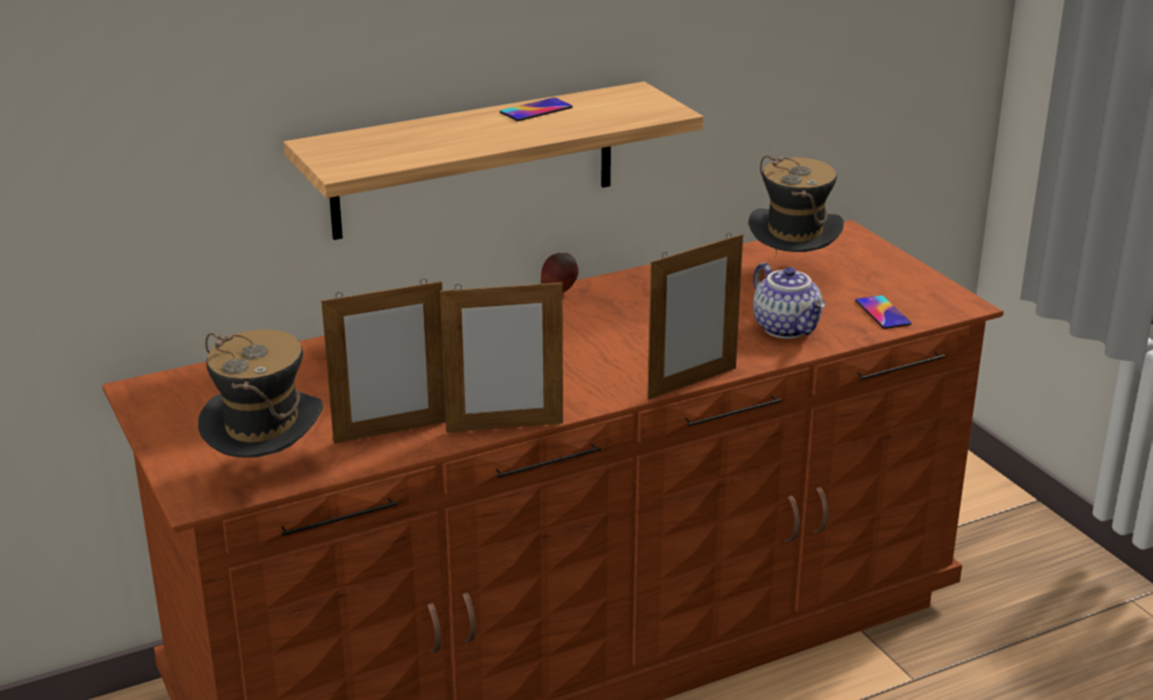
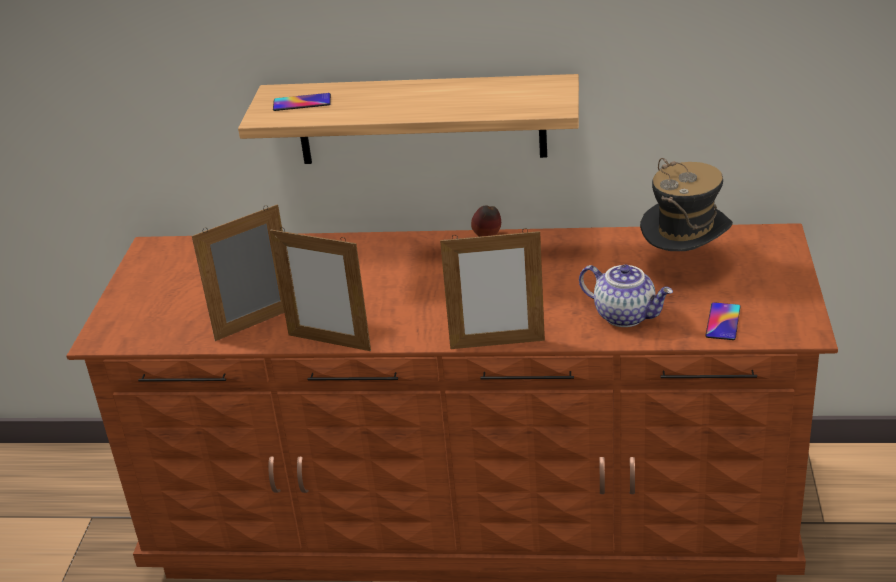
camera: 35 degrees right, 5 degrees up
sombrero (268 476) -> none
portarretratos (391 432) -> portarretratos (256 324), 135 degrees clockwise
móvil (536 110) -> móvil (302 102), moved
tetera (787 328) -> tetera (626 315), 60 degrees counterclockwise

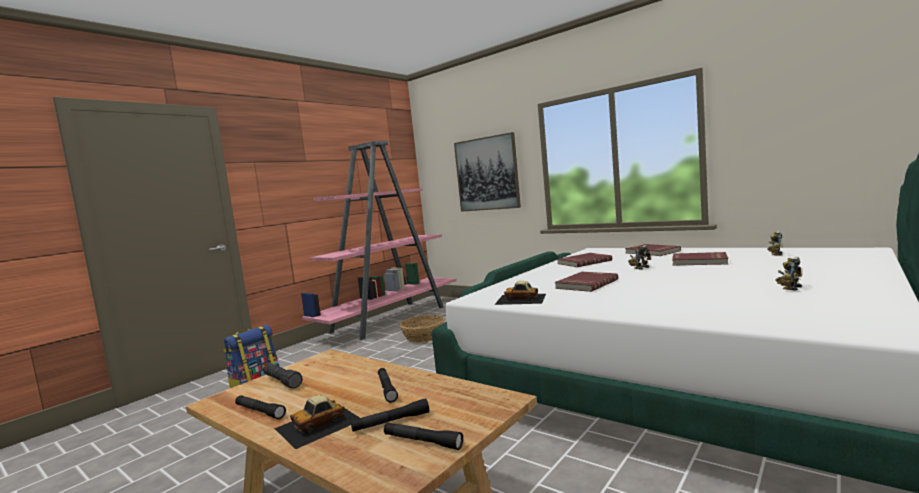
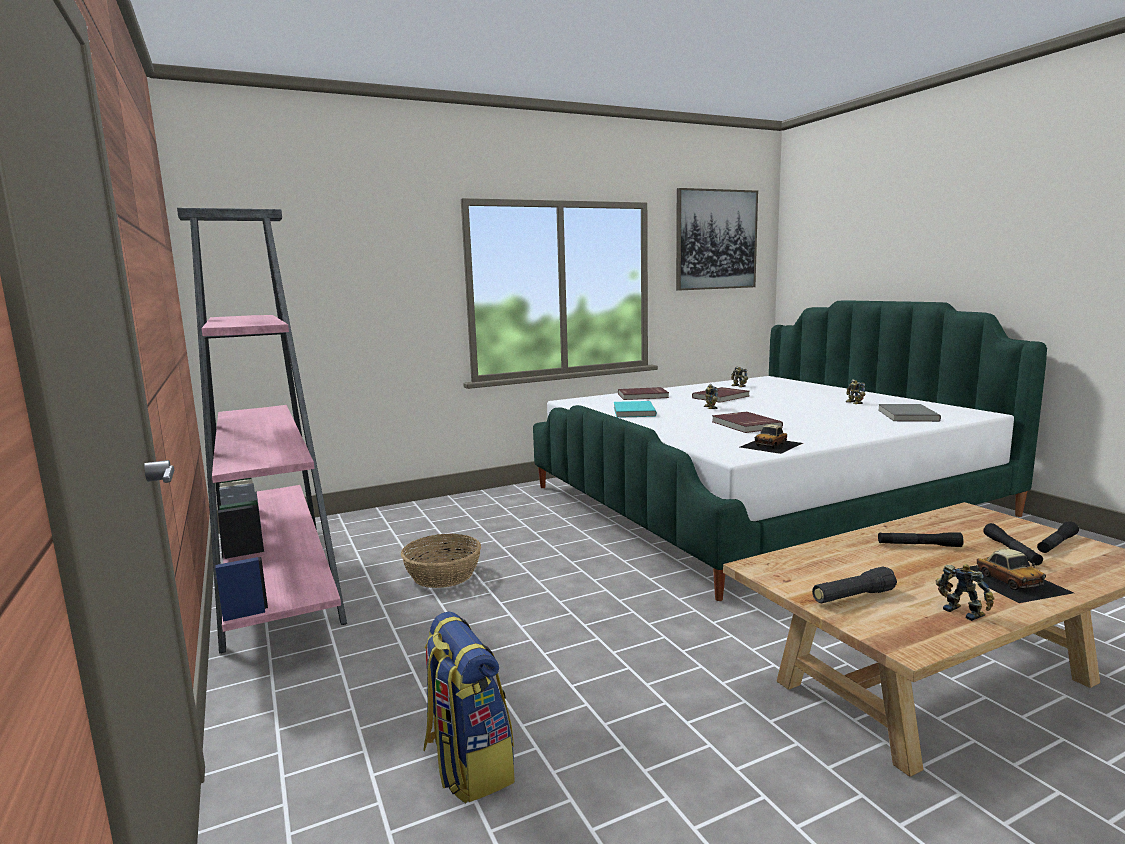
camera: 65 degrees left, 5 degrees up
linterna/negro (260 412) -> robot de juguete (964 611)
cuadro (487 174) -> cuadro (716 240), moved
libro/rojo (583 262) -> libro/turquesa (633 412)
none -> libro/gris (906 415)

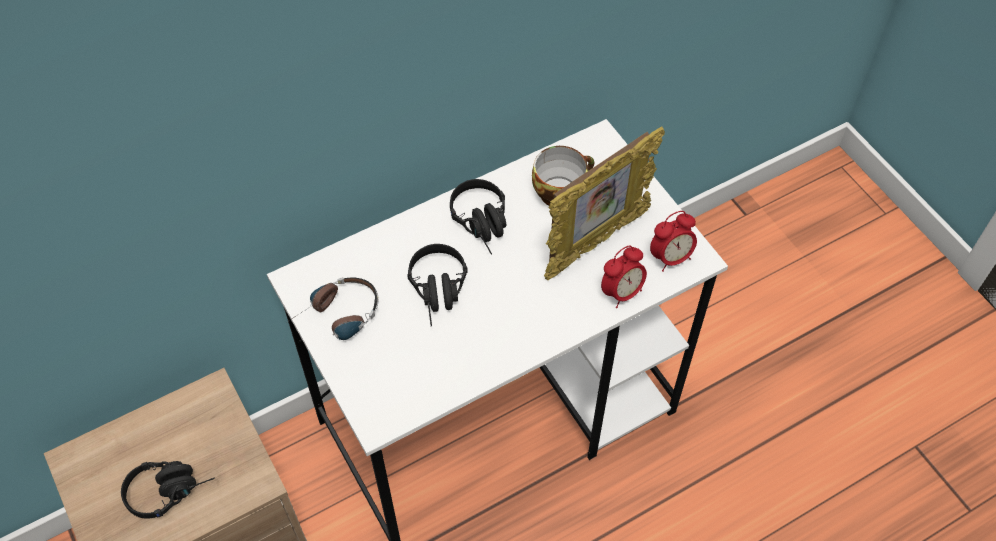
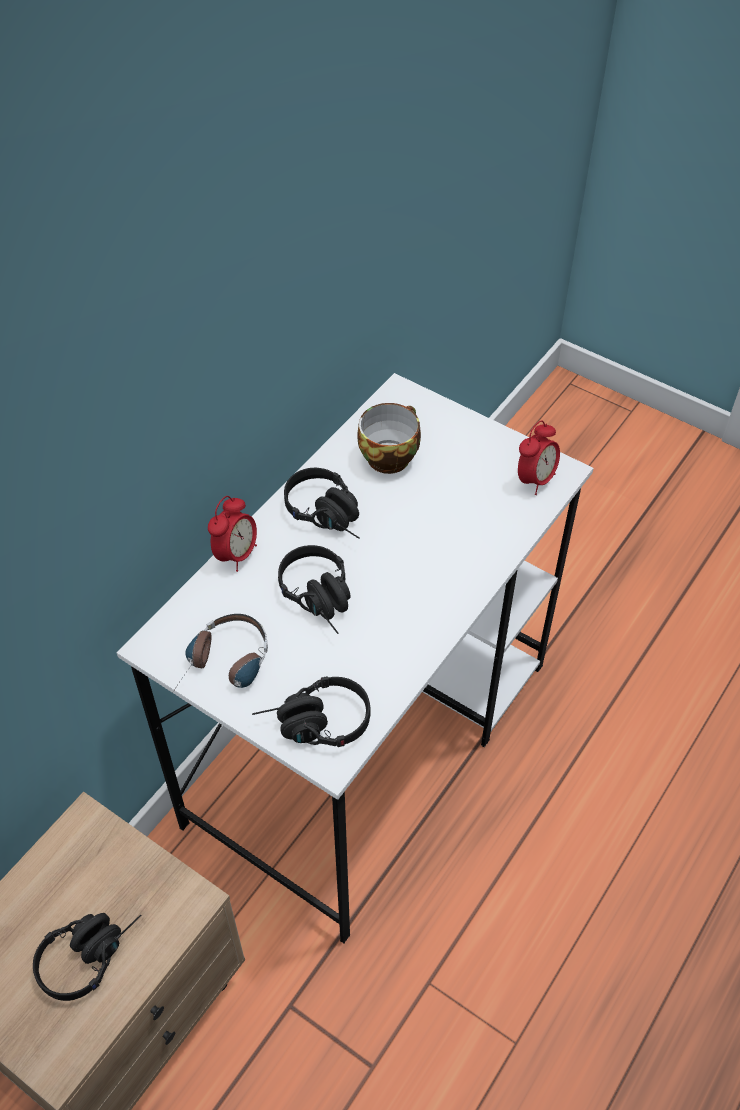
camera: 25 degrees left, 5 degrees down
portarretratos (595 243) -> none
despertador (621 292) -> despertador (236 554), moved
none -> auriculares/negro (313 725)

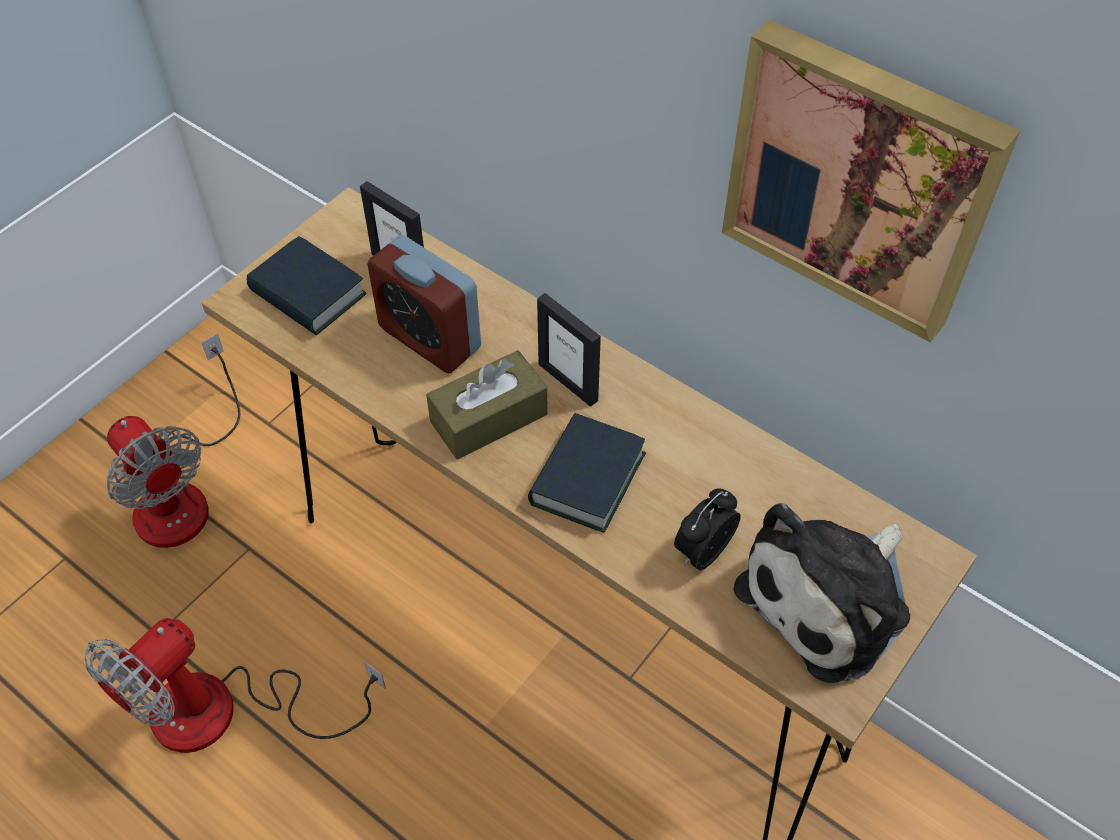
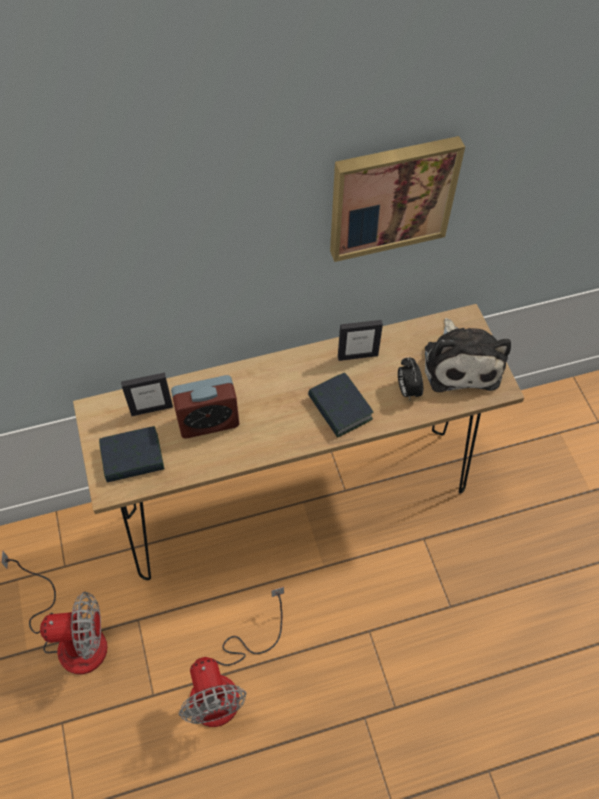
camera: 55 degrees left, 5 degrees up
caja de pañuelos/marrón (489 418) -> none
portarretratos (568 382) -> portarretratos (357 355), moved

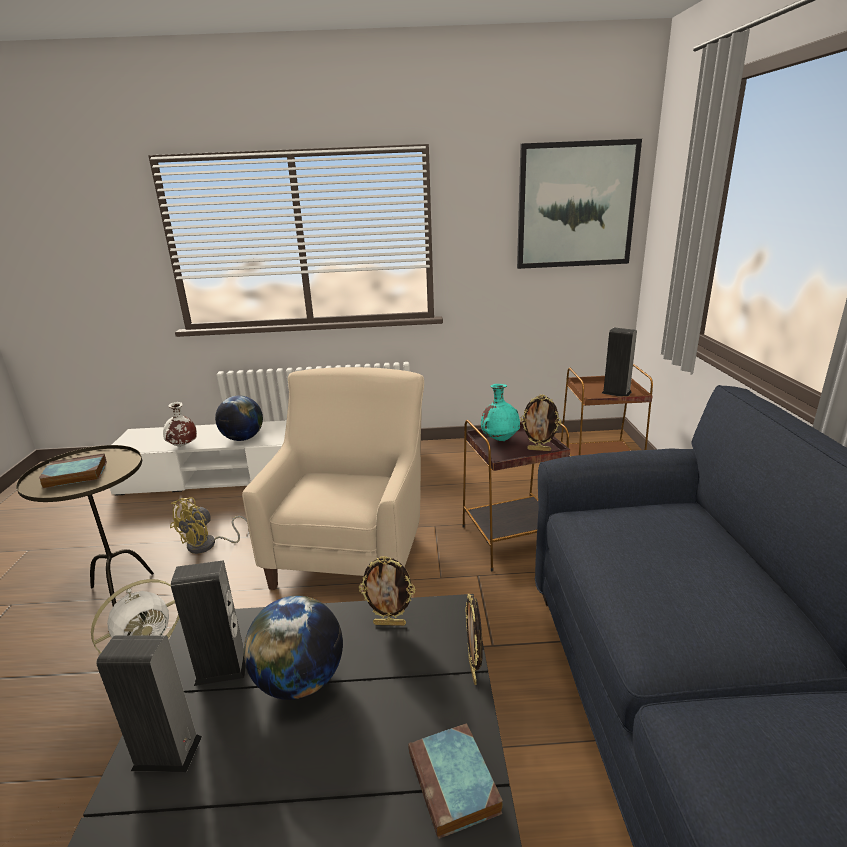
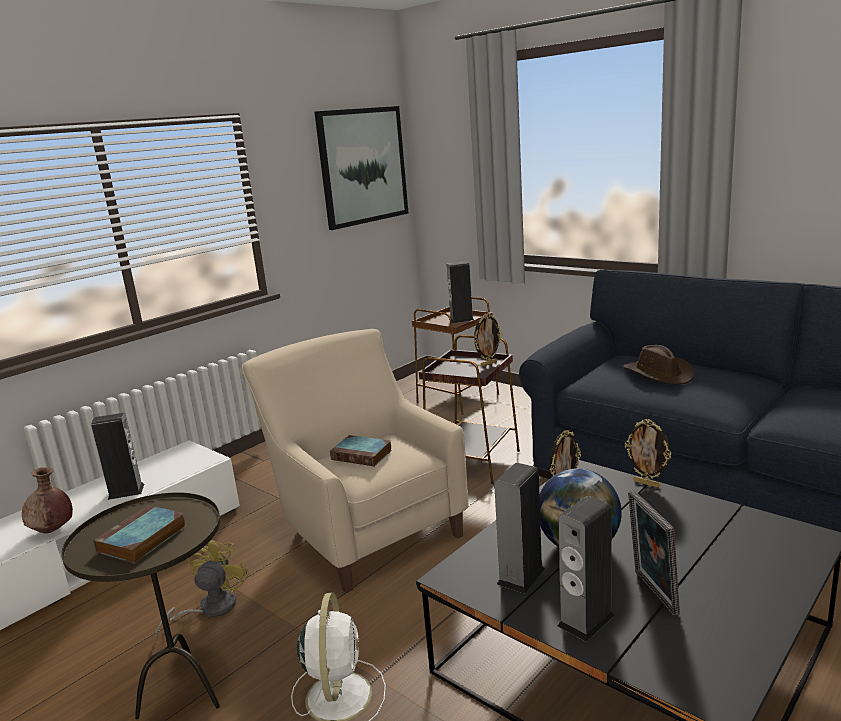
camera: 45 degrees left, 5 degrees down
florero/blanco (182 446) -> florero/marrón (53 531)
ventilador/amarillo (208 545) -> ventilador/amarillo (210 609), 150 degrees counterclockwise
globo terráqueo (243 438) -> altavoz (126 491)
libro (455 784) -> libro (363 455), moved
florero/turquesa (500 439) -> none
none -> sombrero/marrón (659 374)
none -> portarretratos (652 593)

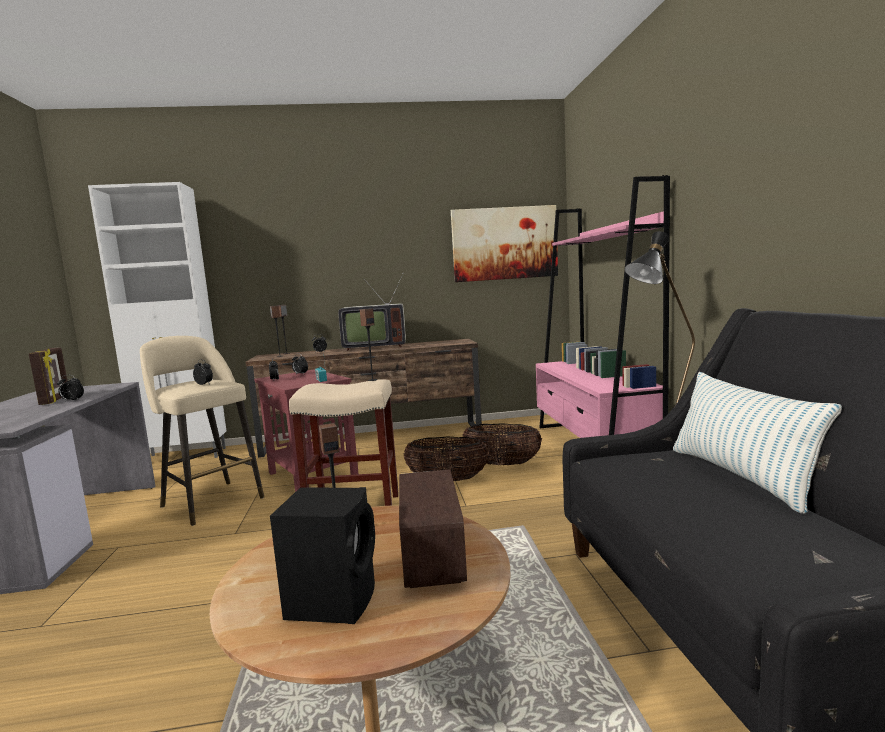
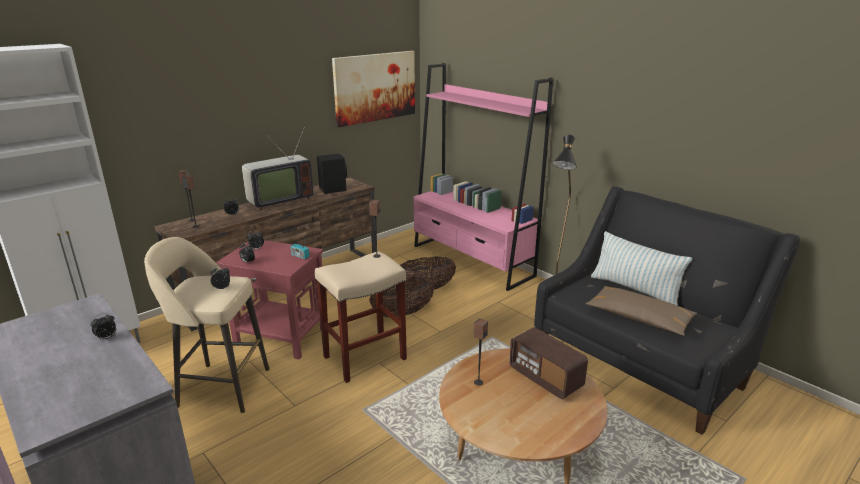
camera: 35 degrees left, 15 degrees up
portarretratos (56 400) -> none
altavoz/negro (334 599) -> altavoz/negro (333 189), moved
none -> cojín/marrón (639 318)

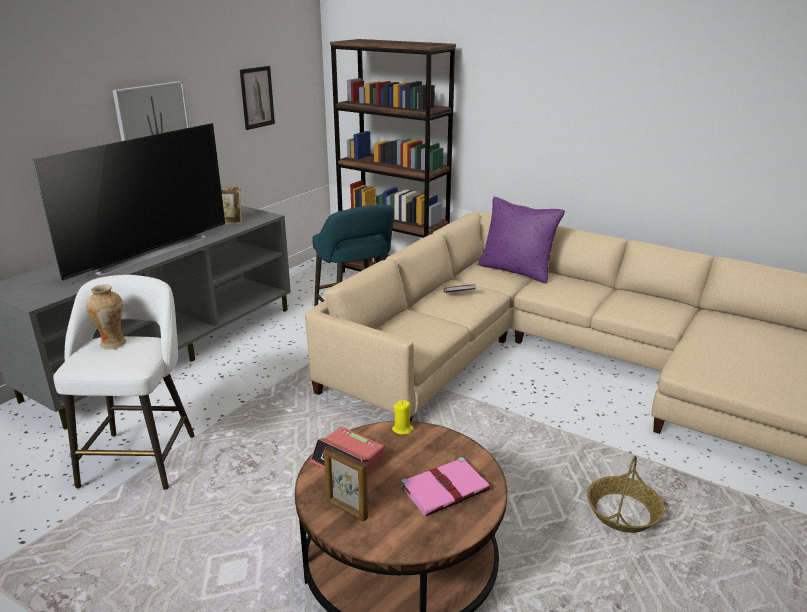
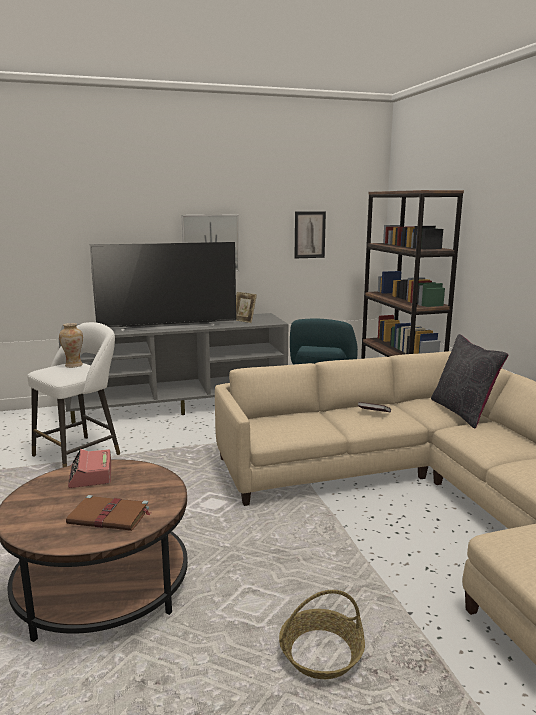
camera: 40 degrees right, 10 degrees down
portarretratos (346 510) -> none
vela/amarillo (402 429) -> none
libro/rosa (446 488) -> libro/marrón (110 516)
cojín/morado (516 270) -> cojín/negro (462 412)

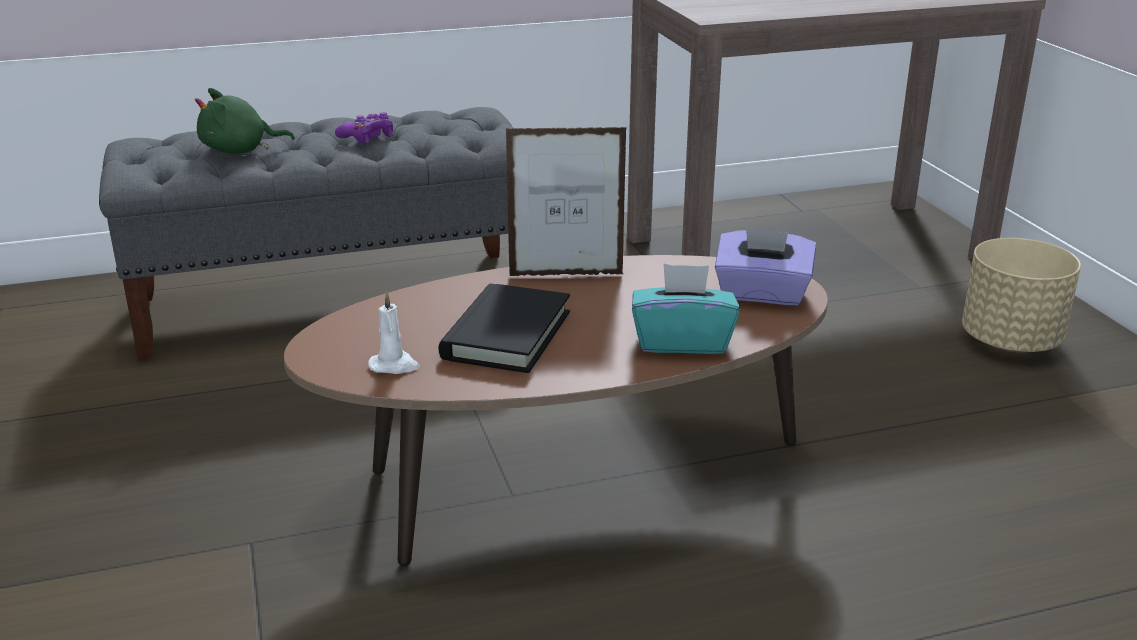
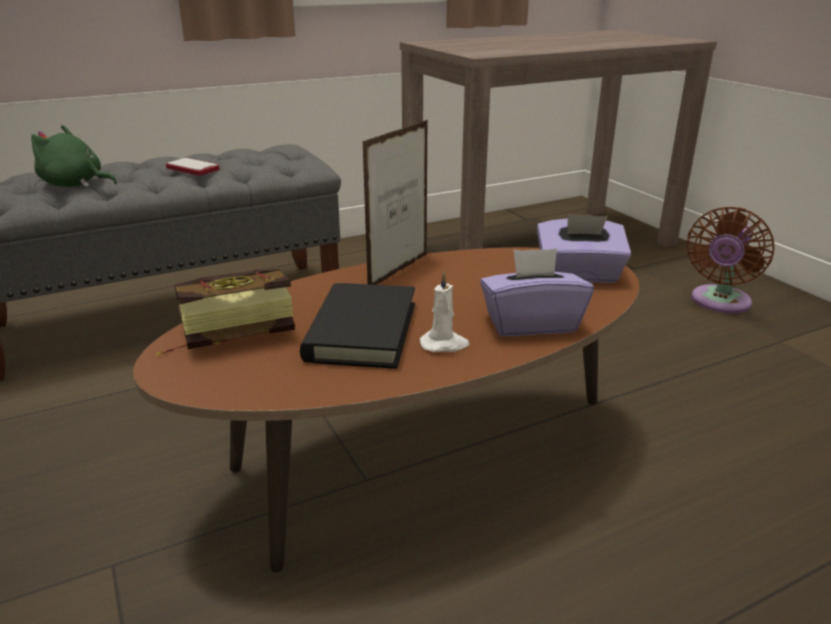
camera: 10 degrees left, 0 degrees up
peluche/verde (240 150) -> peluche/verde (75 185), 45 degrees clockwise
mando de consola/morado (367 137) -> móvil (192 169)
vela/blanco (394 366) -> vela/blanco (444 344), moved
portarretratos (566 275) -> portarretratos (398 271), 45 degrees counterclockwise
caja de pañuelos/turquesa (682 341) -> caja de pañuelos/morado (531 323)
maceta/beis (1011 342) -> ventilador/marrón (719 303)
none -> libro (224 334)

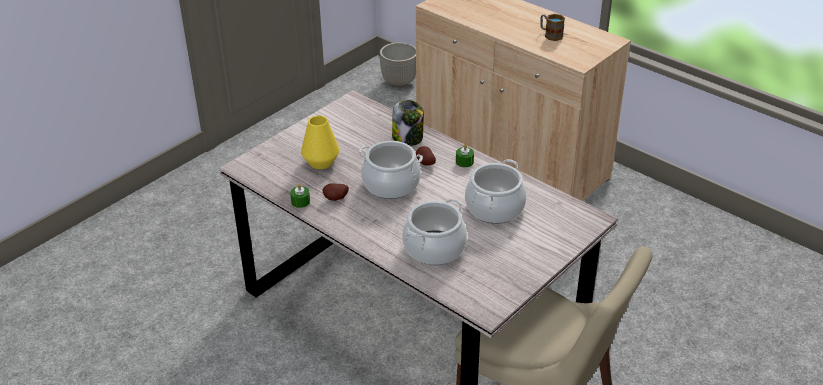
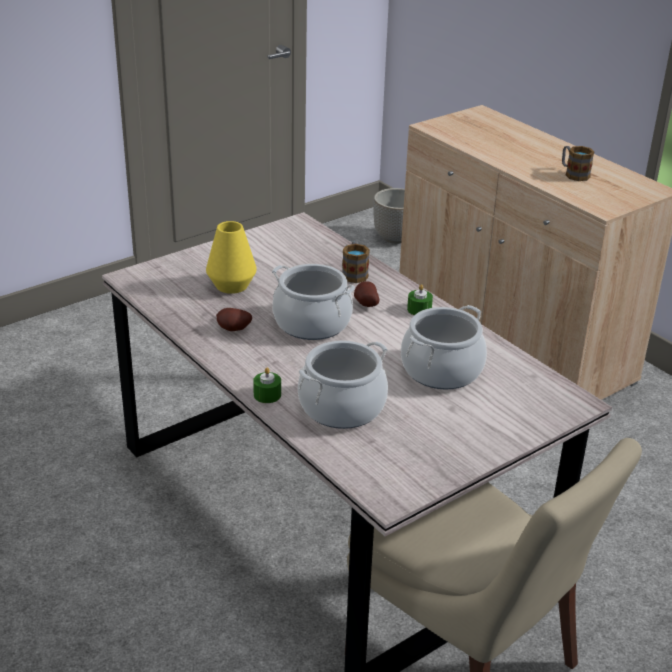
camera: 10 degrees right, 5 degrees down
vela/verde (300 201) -> vela/verde (267 395), moved
tarro (408 138) -> taza grande (354 273)

